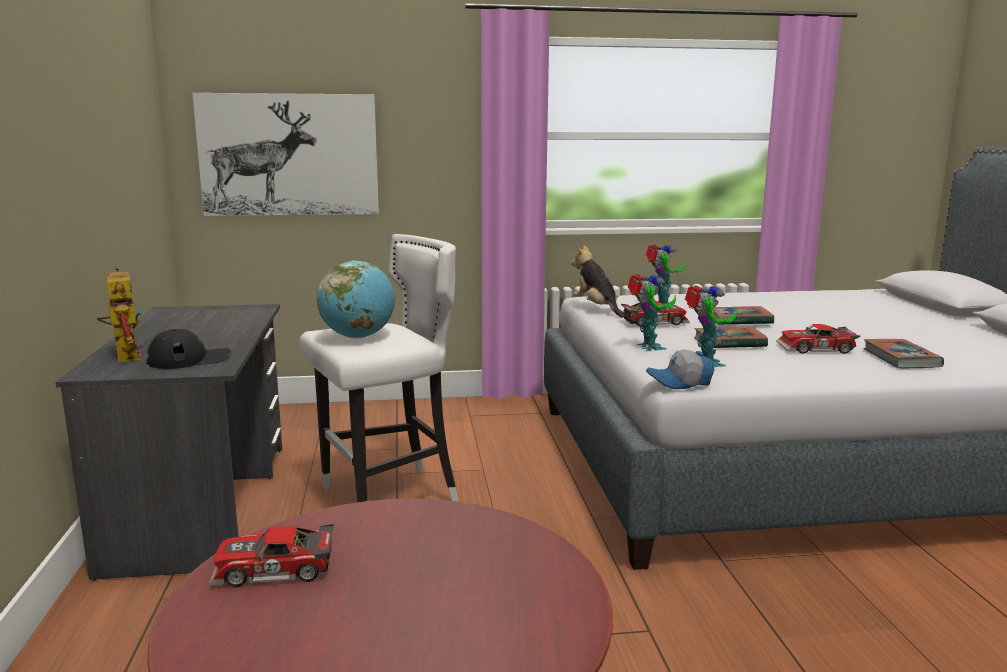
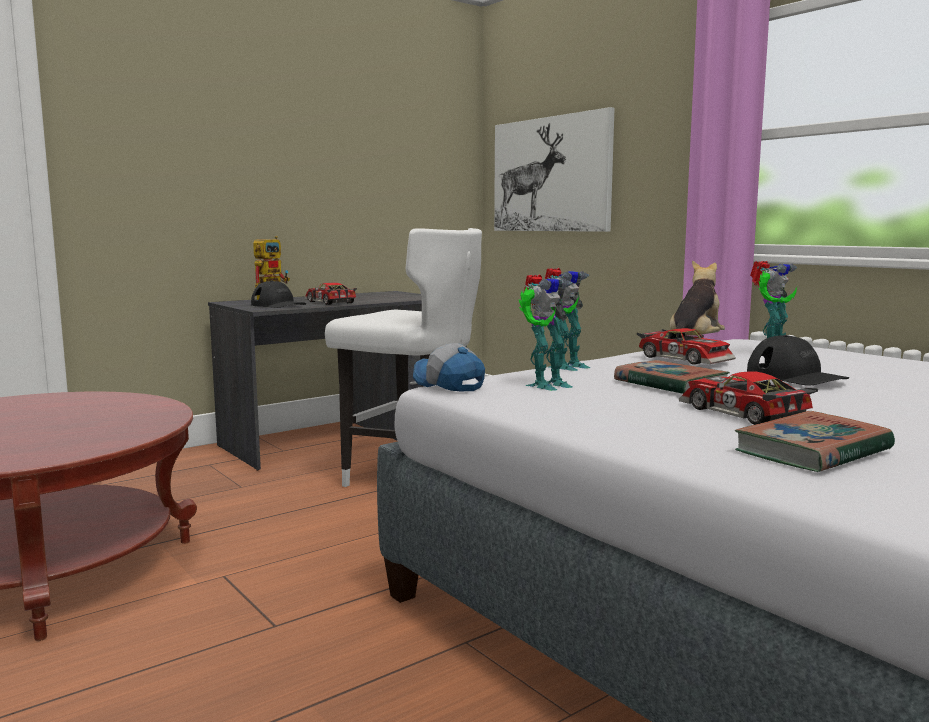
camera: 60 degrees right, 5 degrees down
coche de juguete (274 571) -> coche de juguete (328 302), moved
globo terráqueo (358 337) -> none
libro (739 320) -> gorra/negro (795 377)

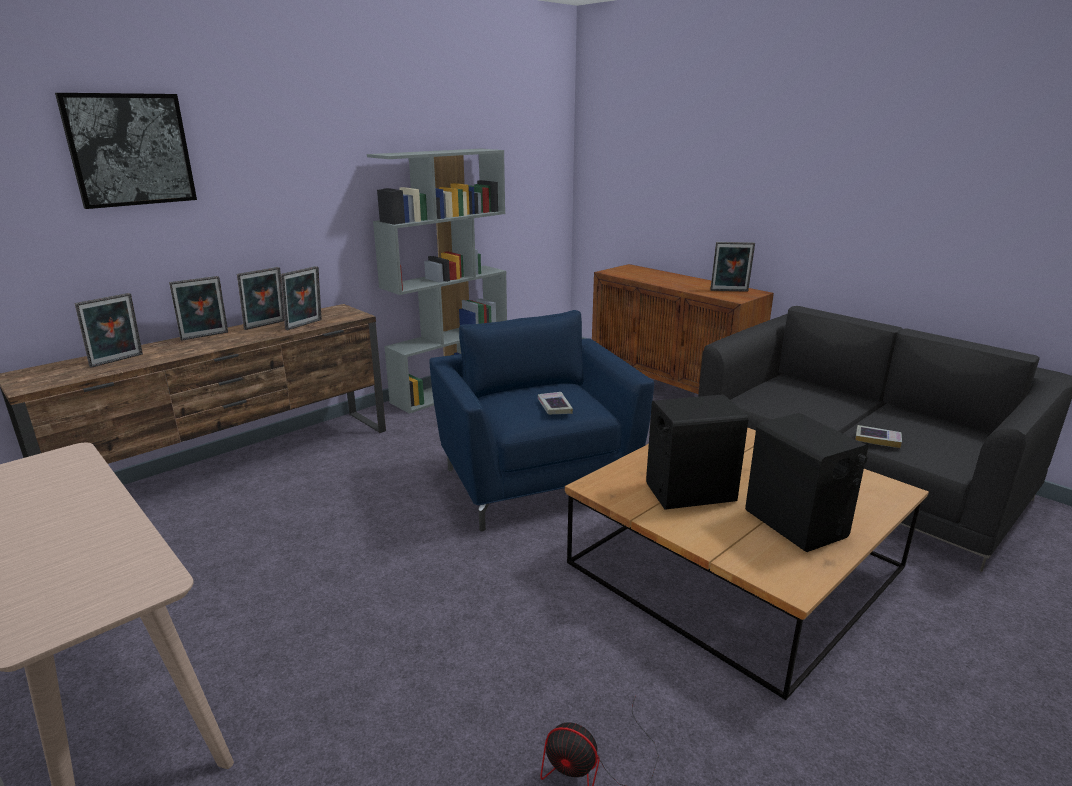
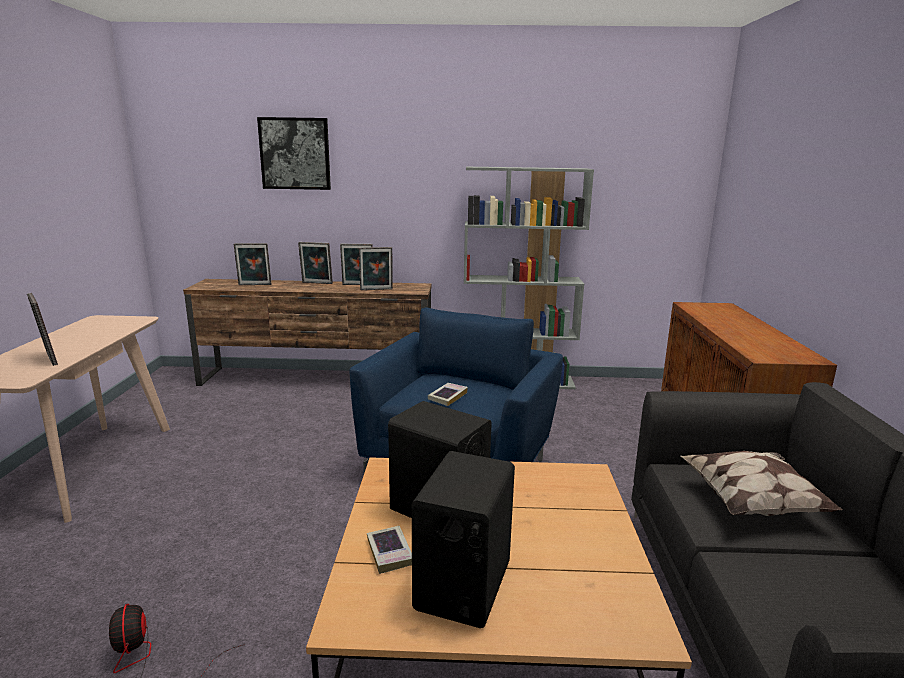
camera: 45 degrees right, 5 degrees down
portarretratos (729 291) -> portarretratos (48 359), moved
libro (877 439) -> libro (390 553), moved
none -> cojín (752 503)

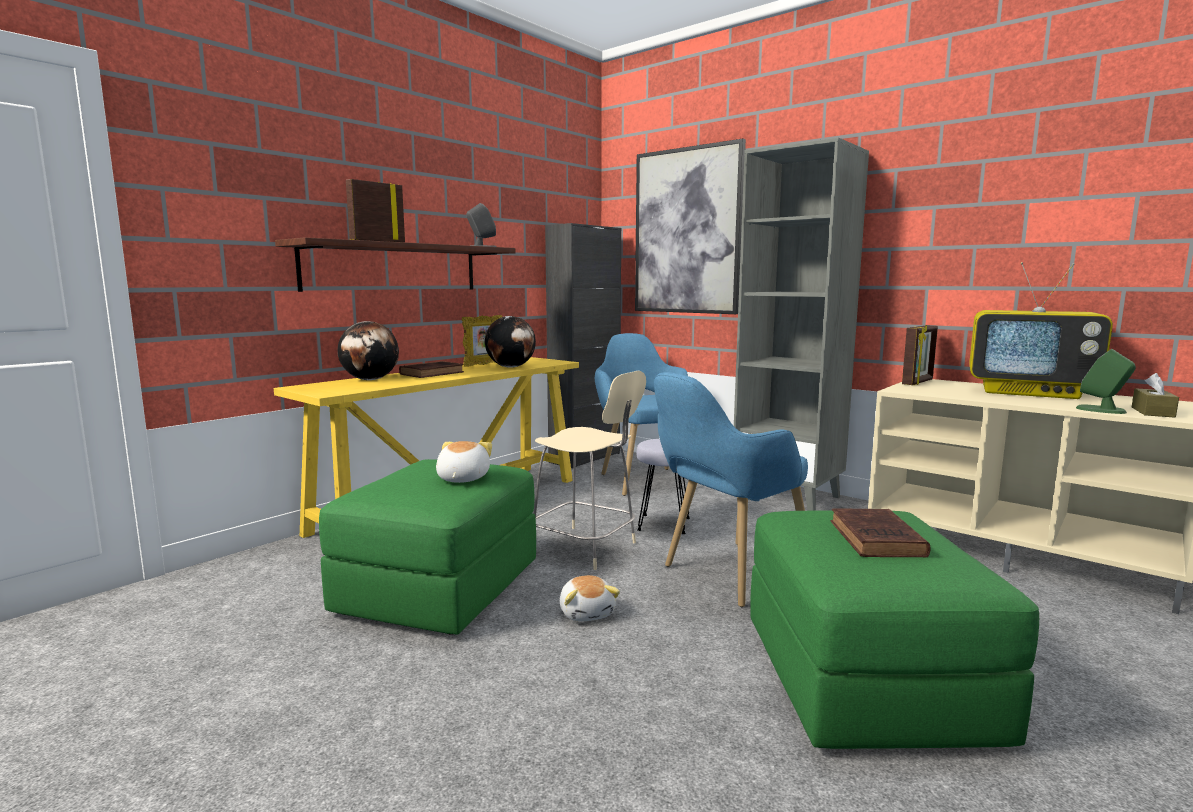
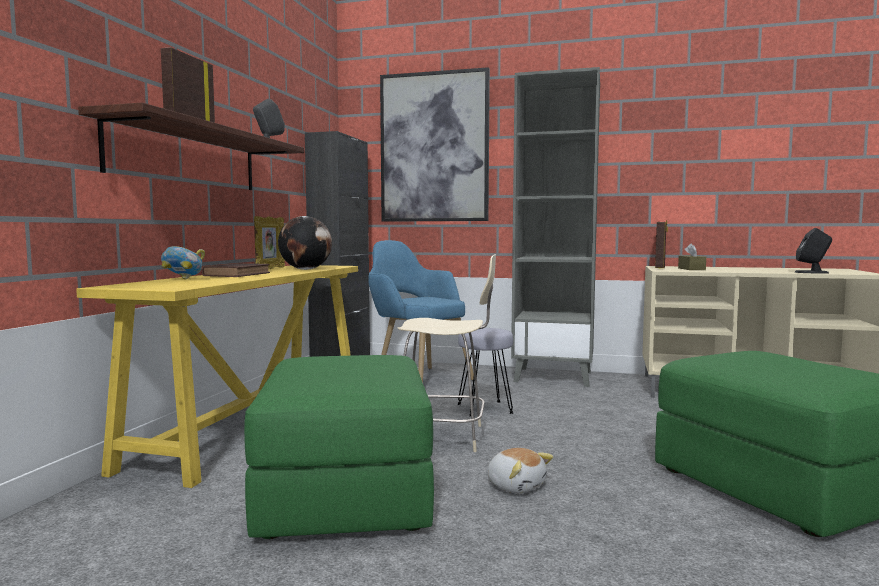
camera: 25 degrees left, 5 degrees down
globo terráqueo (370 380) -> cuenco (183 280)
peluche (461 479) -> none
sillón/azul (725 577) -> none
libro/marrón (877 540) -> none
televisor (1030 392) -> none
altavoz/verde (1101 410) -> altavoz/negro (812 272)
caja de pañuelos/marrón (1152 412) -> caja de pañuelos/marrón (691 269), moved

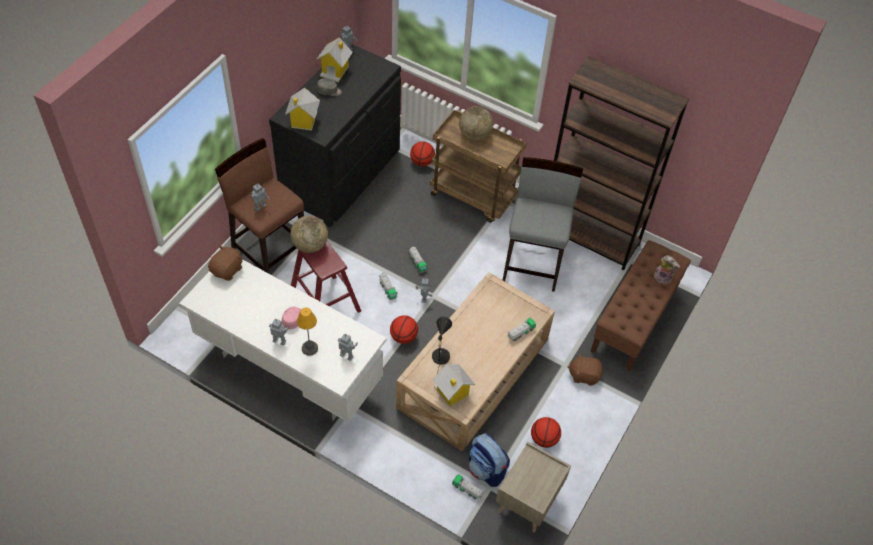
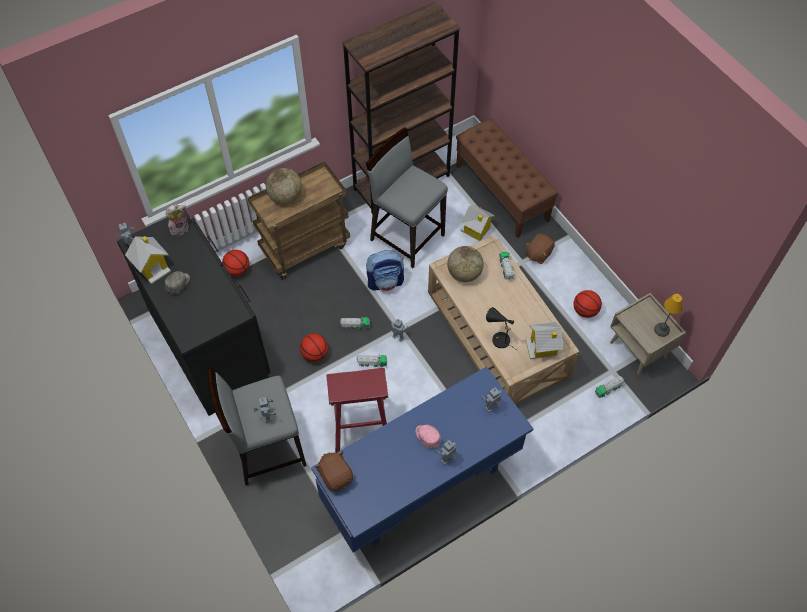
camera: 60 degrees left, 5 degrees up
escritorio/blanco (288 371) -> escritorio/azul (421 486)
taburete/marrón (270 250) -> taburete/gris (267 449)
casita (303 121) -> casita (476 230), moved
globo terráqueo (310 245) -> globo terráqueo (464 273), moved
lámpara de mesa (310 348) -> lámpara de mesa (661 329), moved
balón de baloncesto (403 337) -> balón de baloncesto (315 354), moved
mochila (486 470) -> mochila (385 282), moved
peluche (663 277) -> peluche (179 228), moved

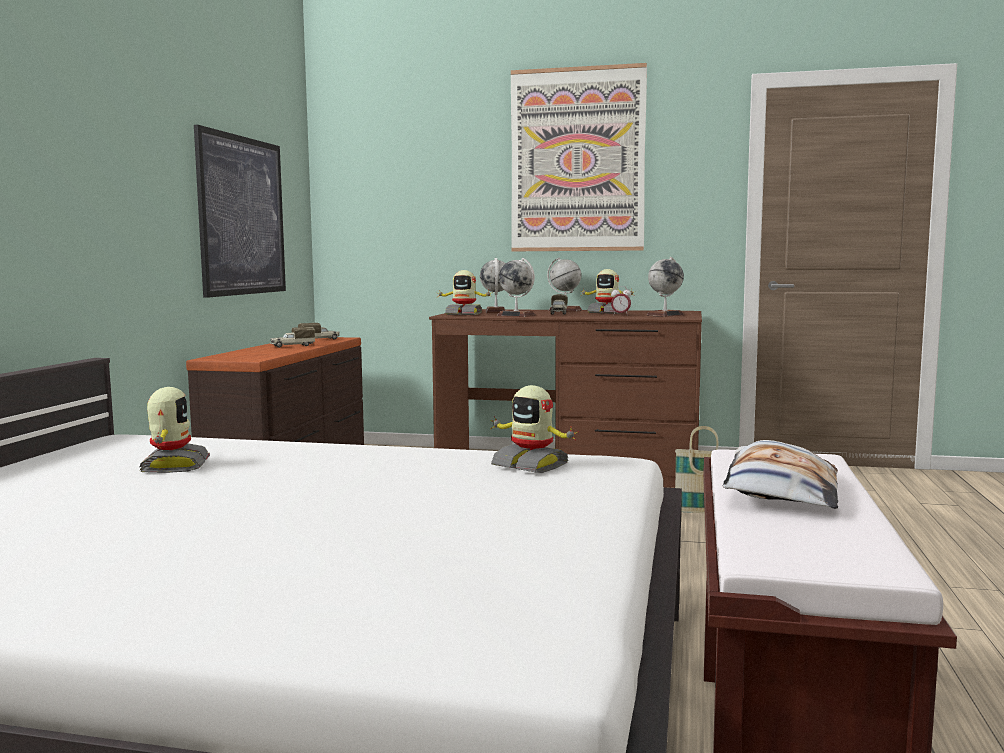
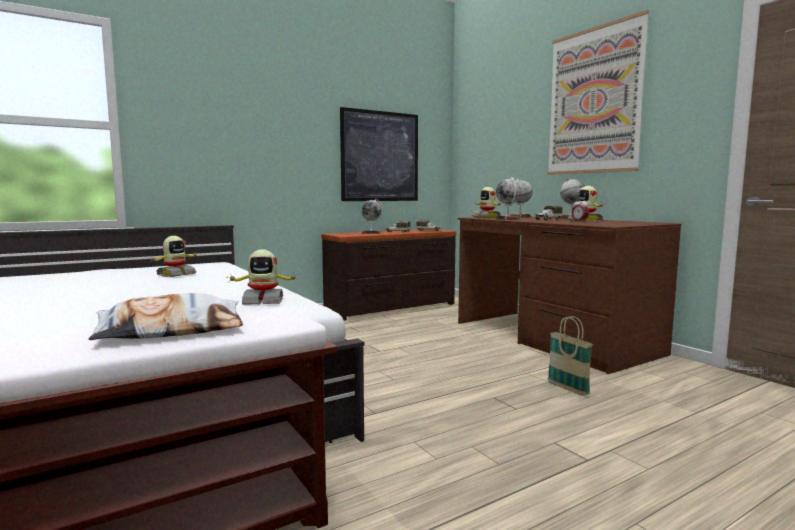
camera: 45 degrees right, 0 degrees up
robot de juguete (531 465) -> robot de juguete (263 301), 90 degrees counterclockwise
globo terráqueo (665 315) -> globo terráqueo (371 233), moved

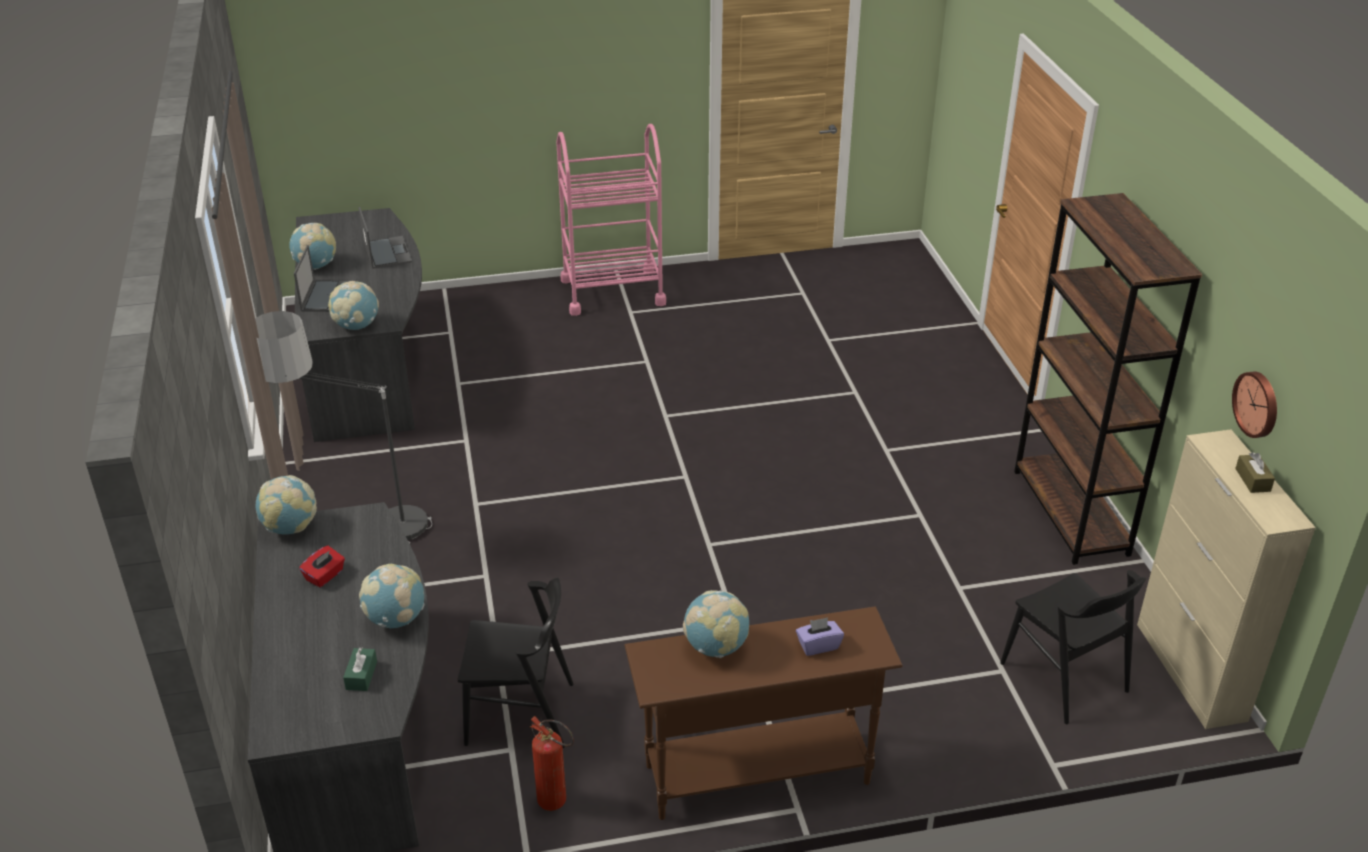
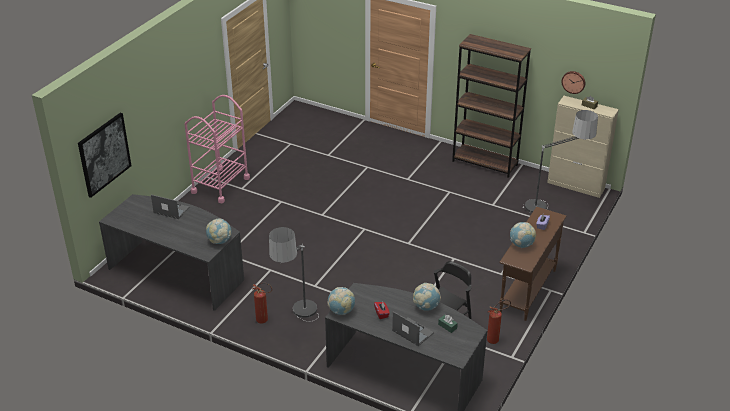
camera: 50 degrees left, 0 degrees up
globo terráqueo (316 265) -> none
portátil (327 296) -> portátil (412 331), moved
silla/negro (1064 677) -> lámpara de pie (553 209)
none -> cuadro (104 154)
none -> extintor (264 320)

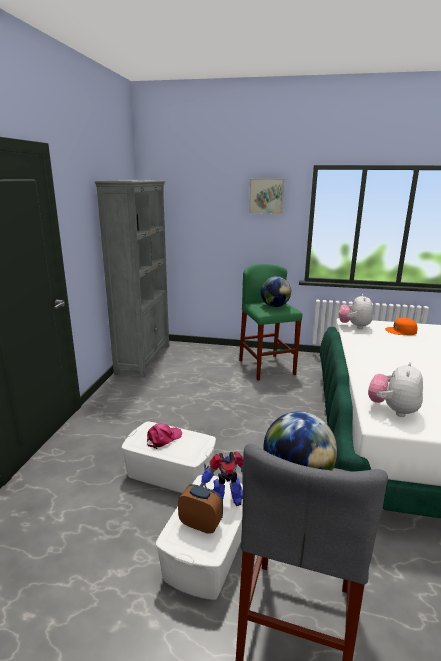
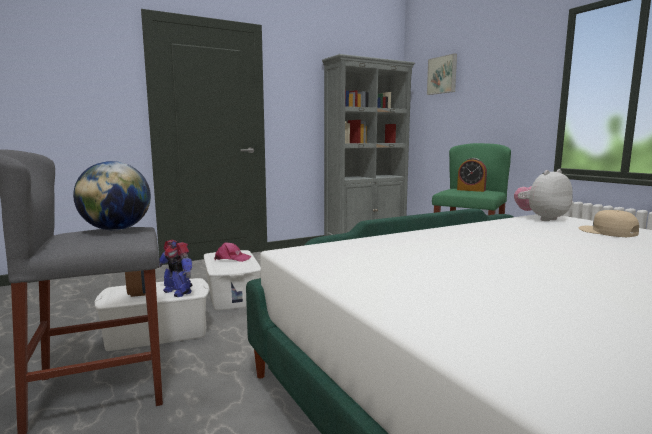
camera: 50 degrees right, 10 degrees down
cuadro (266 196) -> cuadro (442 75), moved
globo terráqueo (274 306) -> despertador (471 190)
peluche (393 410) -> none
gorra/naranja (401 331) -> gorra/beis (607 232)

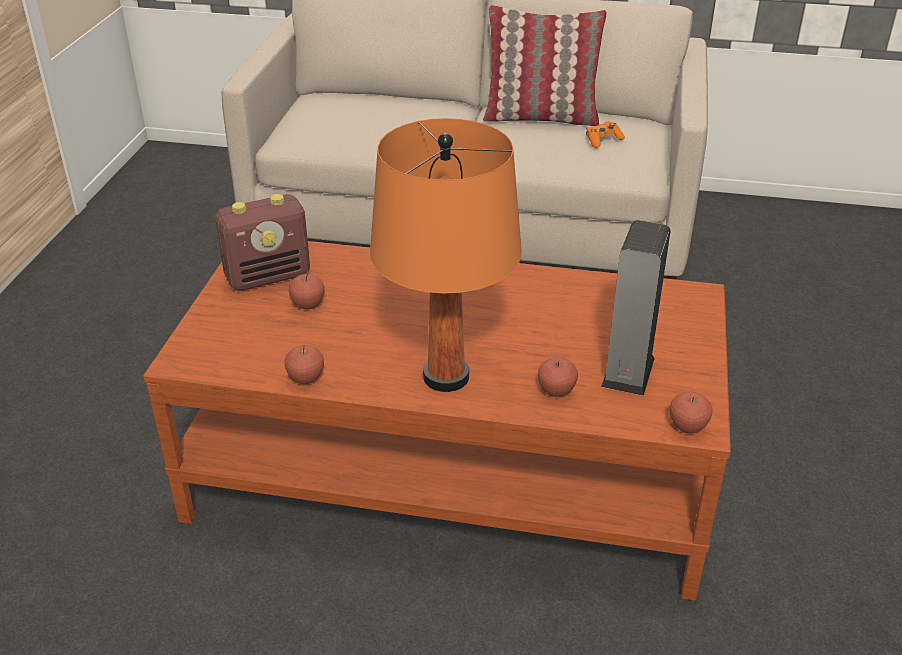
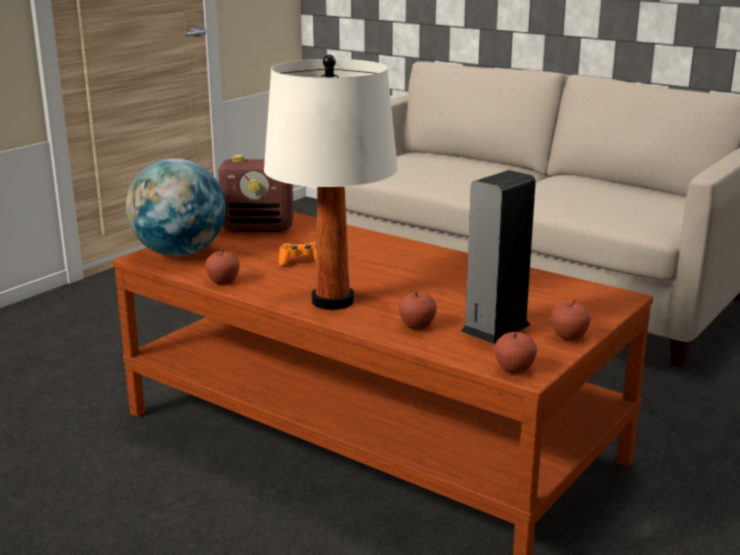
camera: 25 degrees right, 15 degrees down
manzana (308 305) -> manzana (569 337), moved
lámpara de mesa/naranja (446 377) -> lámpara de mesa/blanco (333 301)
cojín (540 117) -> none
mando de consola/naranja (603 140) -> mando de consola/naranja (301 262), moved
none -> globo terráqueo (179 253)

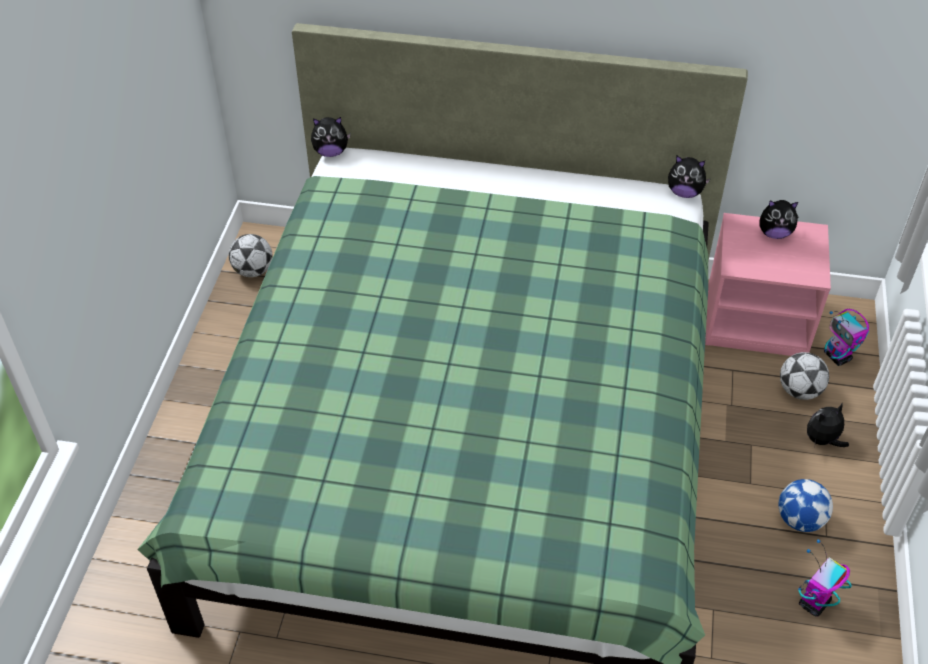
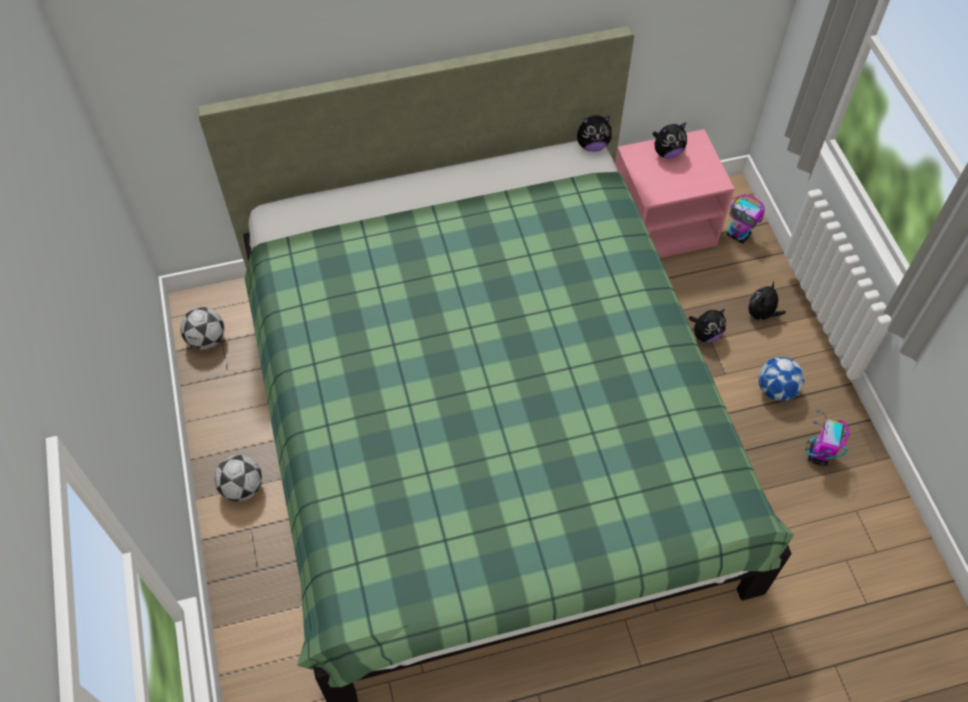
camera: 25 degrees left, 10 degrees up
peluche (331 152) -> peluche (705 334), moved
balón de fútbol (799 391) -> balón de fútbol (242 487), moved

